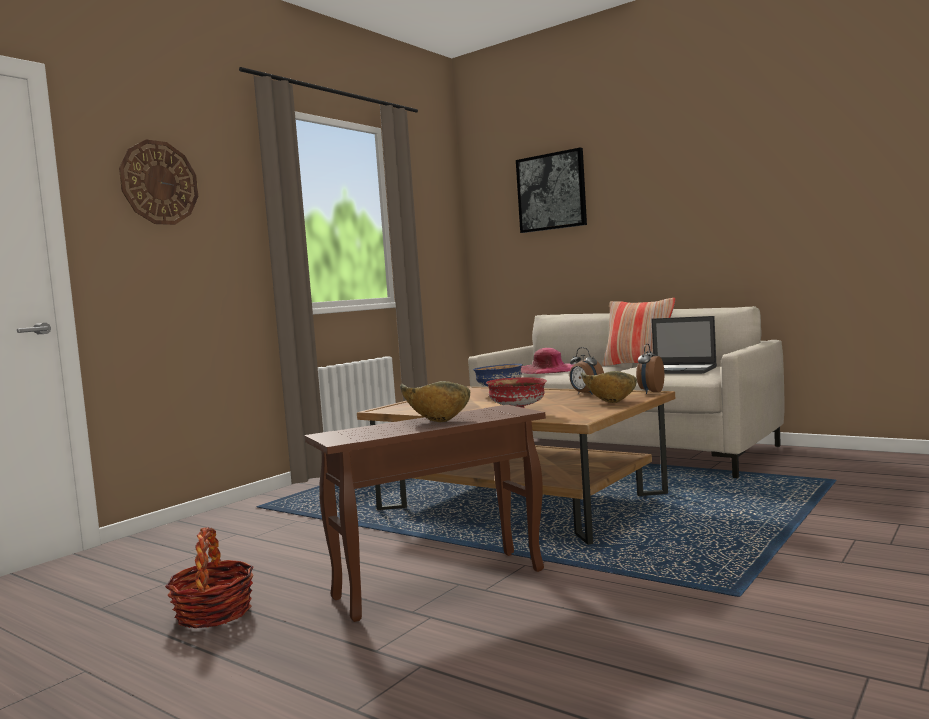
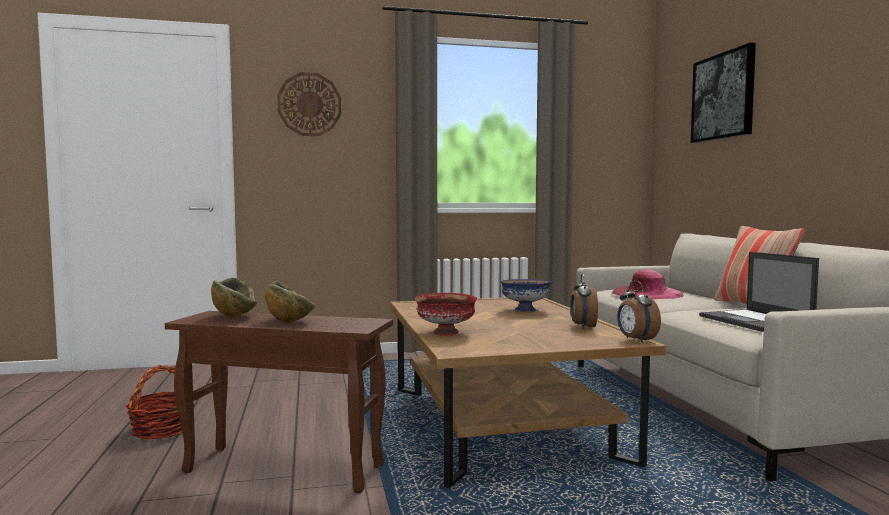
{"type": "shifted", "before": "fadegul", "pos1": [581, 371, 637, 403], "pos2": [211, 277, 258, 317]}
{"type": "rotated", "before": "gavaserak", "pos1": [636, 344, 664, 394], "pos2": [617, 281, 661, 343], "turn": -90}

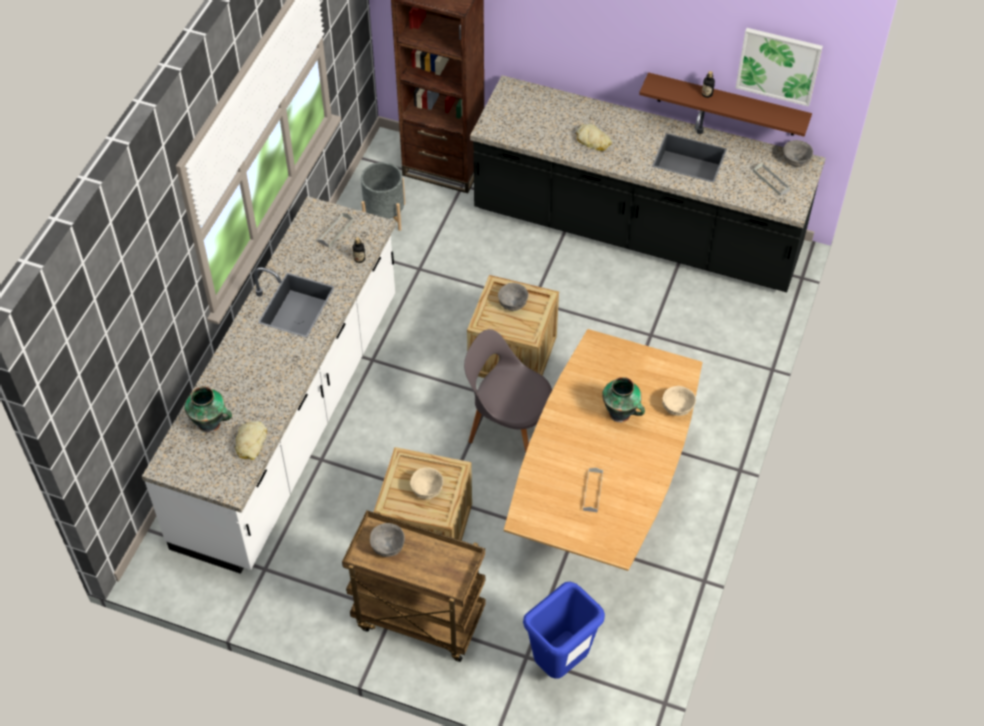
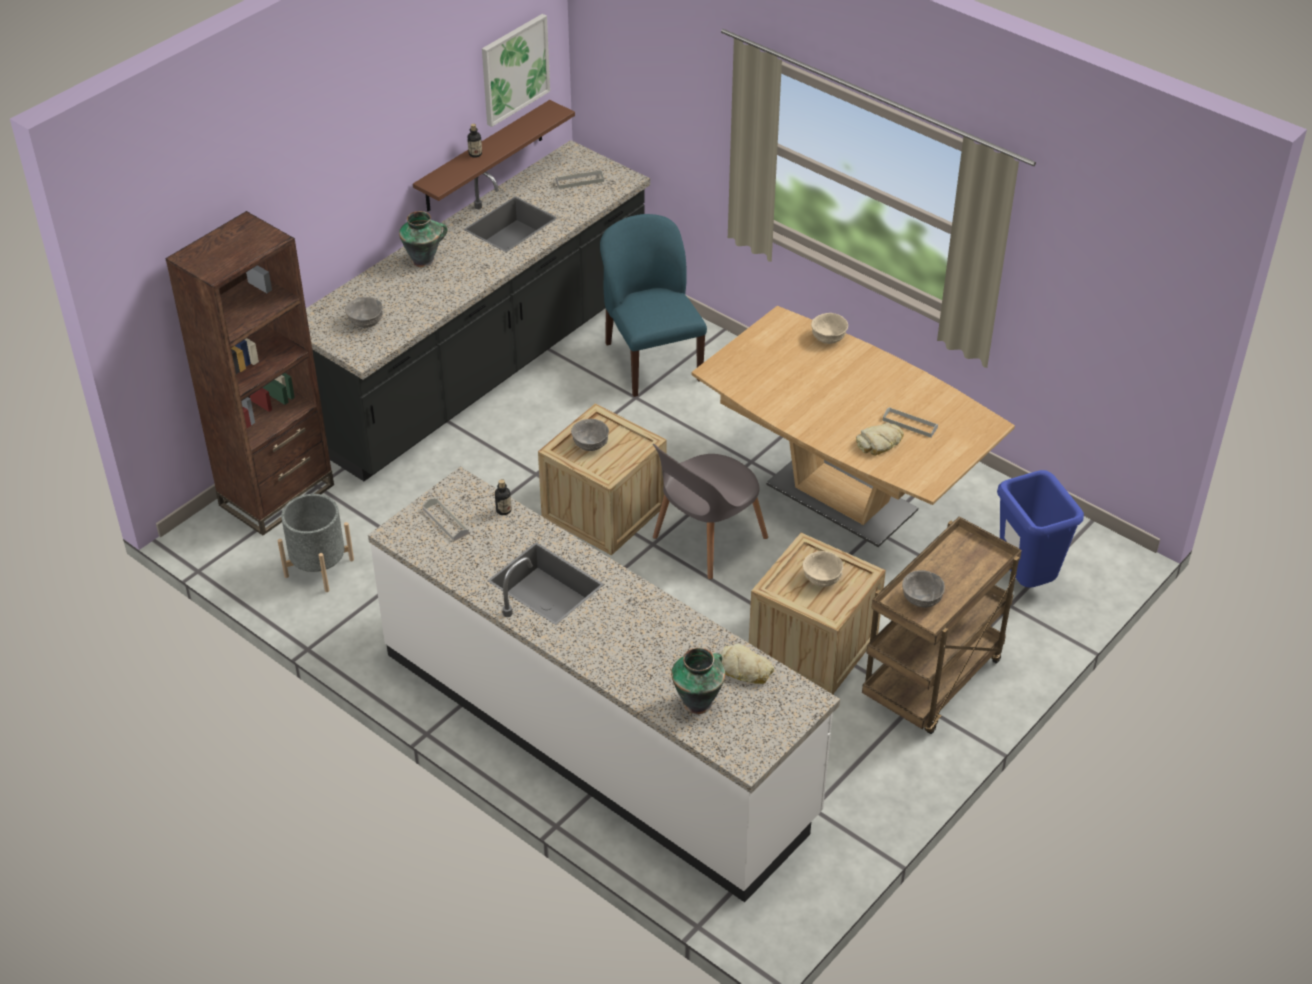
{"type": "new", "after": "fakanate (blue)", "pos2": [600, 214, 707, 397]}
{"type": "shifted", "before": "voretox", "pos1": [576, 123, 612, 151], "pos2": [856, 423, 904, 455]}
{"type": "shifted", "before": "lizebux", "pos1": [602, 377, 645, 423], "pos2": [399, 211, 447, 268]}
{"type": "shifted", "before": "fadegul (grey)", "pos1": [783, 140, 813, 167], "pos2": [345, 297, 383, 328]}

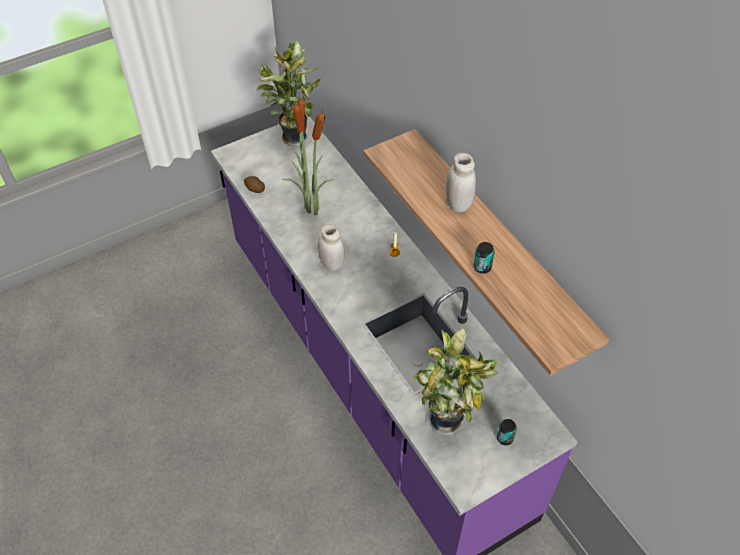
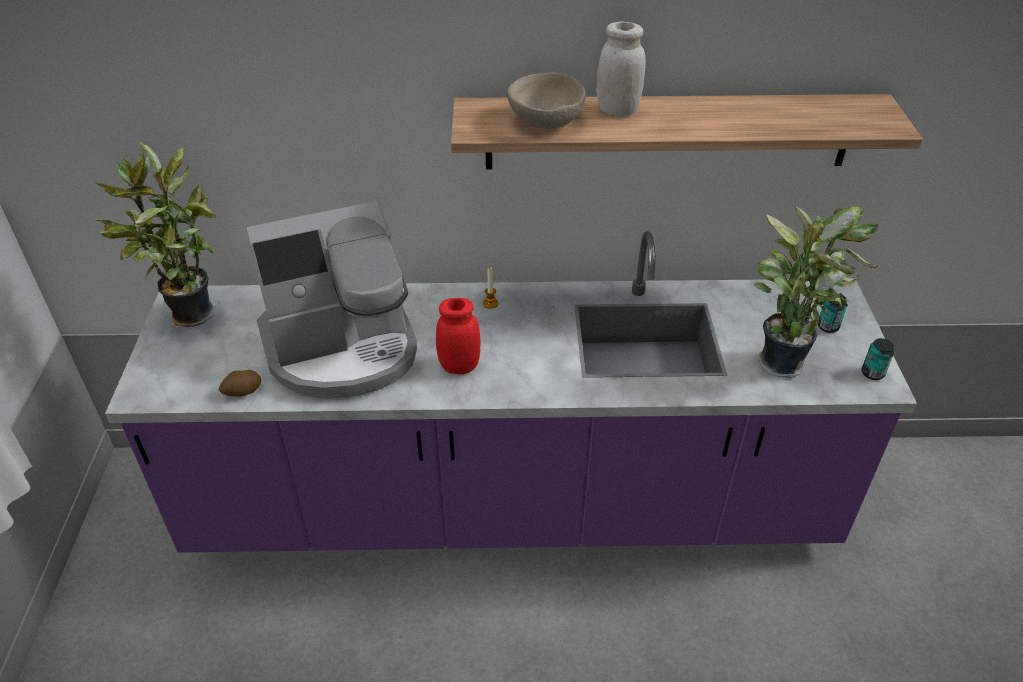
{"type": "new", "after": "fadegul (beige)", "pos2": [507, 73, 586, 129]}
{"type": "shifted", "before": "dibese", "pos1": [473, 242, 495, 274], "pos2": [862, 338, 894, 380]}
{"type": "swapped", "before": "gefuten", "after": "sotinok", "pos1": [282, 91, 334, 215], "pos2": [247, 201, 417, 399]}
{"type": "repainted", "before": "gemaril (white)", "after": "gemaril (red)", "pos1": [318, 224, 345, 271], "pos2": [436, 298, 480, 374]}

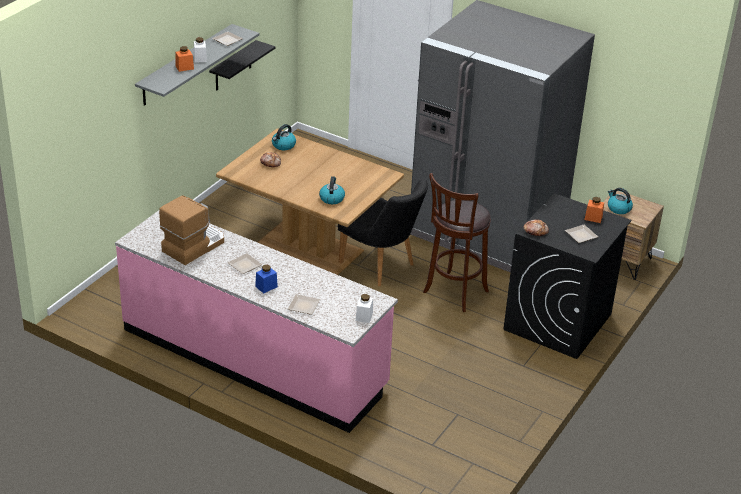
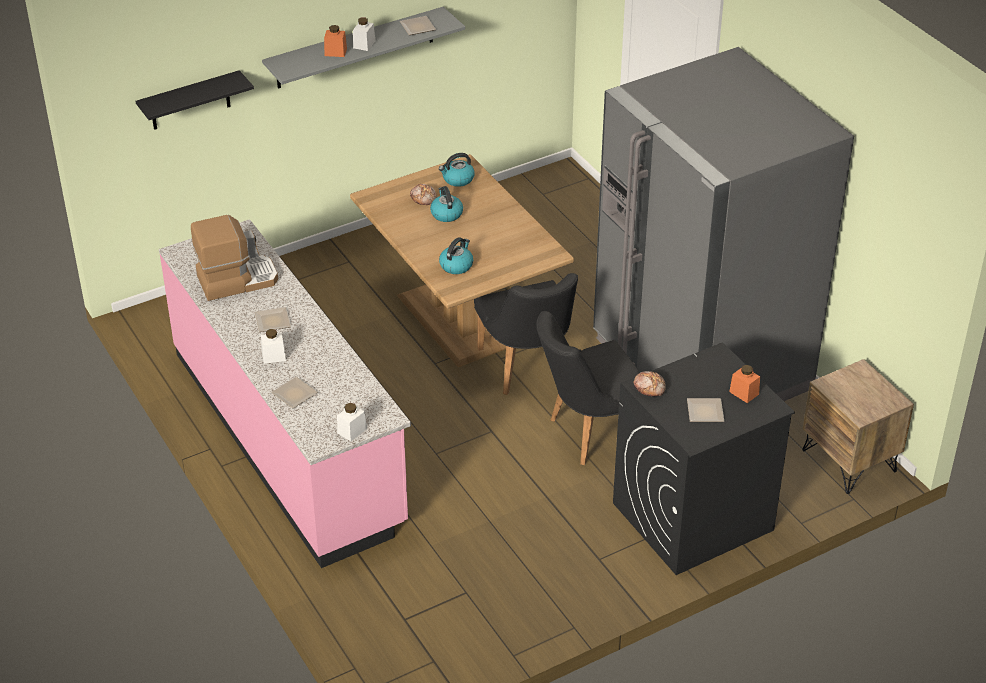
{"type": "shifted", "before": "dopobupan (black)", "pos1": [209, 40, 275, 91], "pos2": [135, 70, 254, 130]}
{"type": "shifted", "before": "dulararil", "pos1": [608, 188, 633, 214], "pos2": [430, 186, 463, 222]}
{"type": "swapped", "before": "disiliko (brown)", "after": "fakanate (black)", "pos1": [423, 173, 491, 312], "pos2": [537, 311, 640, 465]}
{"type": "repainted", "before": "gemaril (blue)", "after": "gemaril (white)", "pos1": [255, 265, 278, 294], "pos2": [261, 329, 286, 364]}

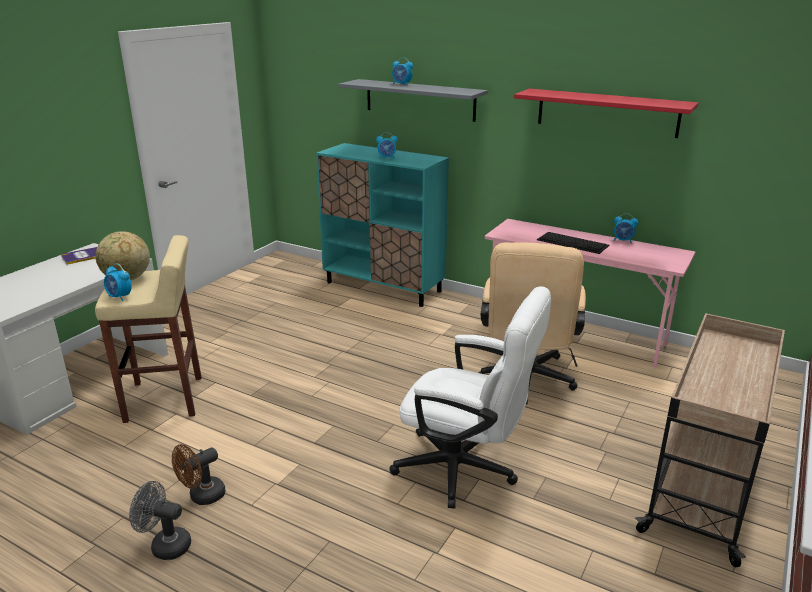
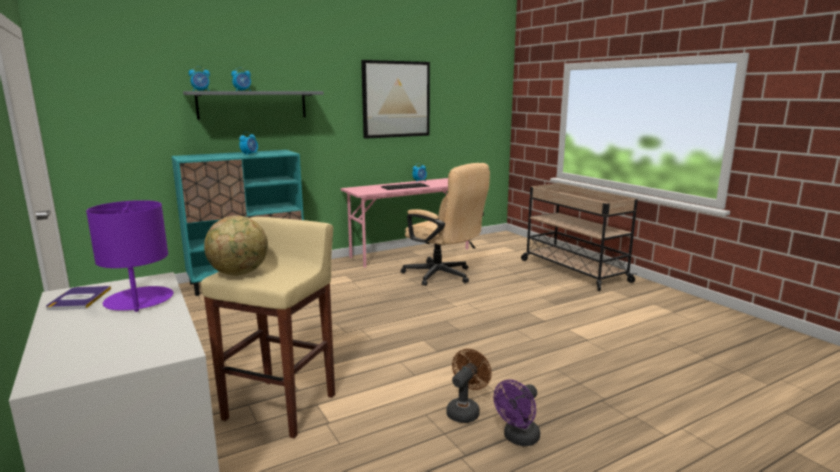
{"type": "gone", "before": "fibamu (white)", "pos1": [389, 286, 551, 509]}
{"type": "new", "after": "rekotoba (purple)", "pos2": [86, 200, 173, 312]}
{"type": "shifted", "before": "gavaserak", "pos1": [104, 264, 132, 301], "pos2": [189, 66, 210, 91]}
{"type": "swapped", "before": "dopobupan (red)", "after": "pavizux", "pos1": [514, 89, 699, 138], "pos2": [361, 60, 430, 139]}
{"type": "repainted", "before": "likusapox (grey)", "after": "likusapox (purple)", "pos1": [129, 481, 191, 560], "pos2": [493, 380, 540, 446]}
{"type": "rotated", "before": "likusapox (brown)", "pos1": [172, 444, 226, 505], "pos2": [446, 349, 492, 423], "turn": -135}

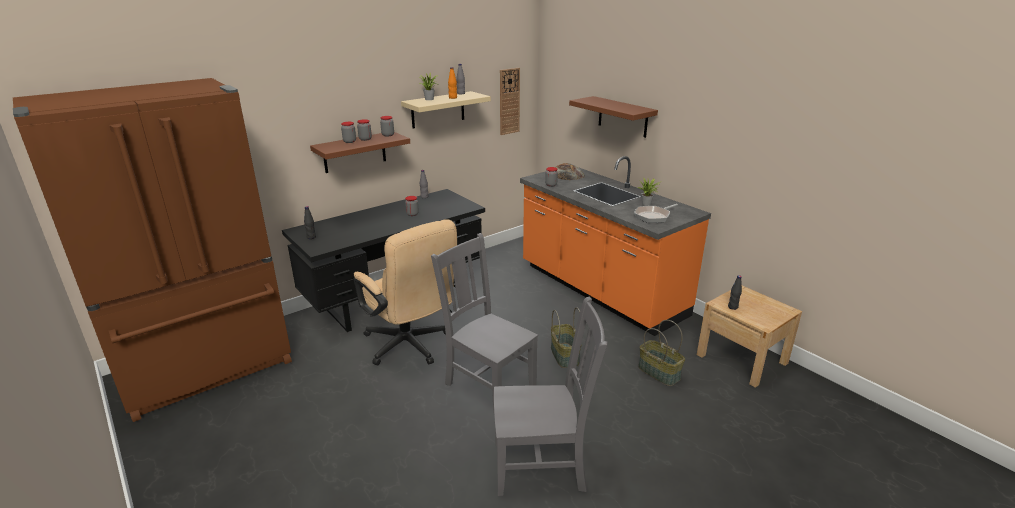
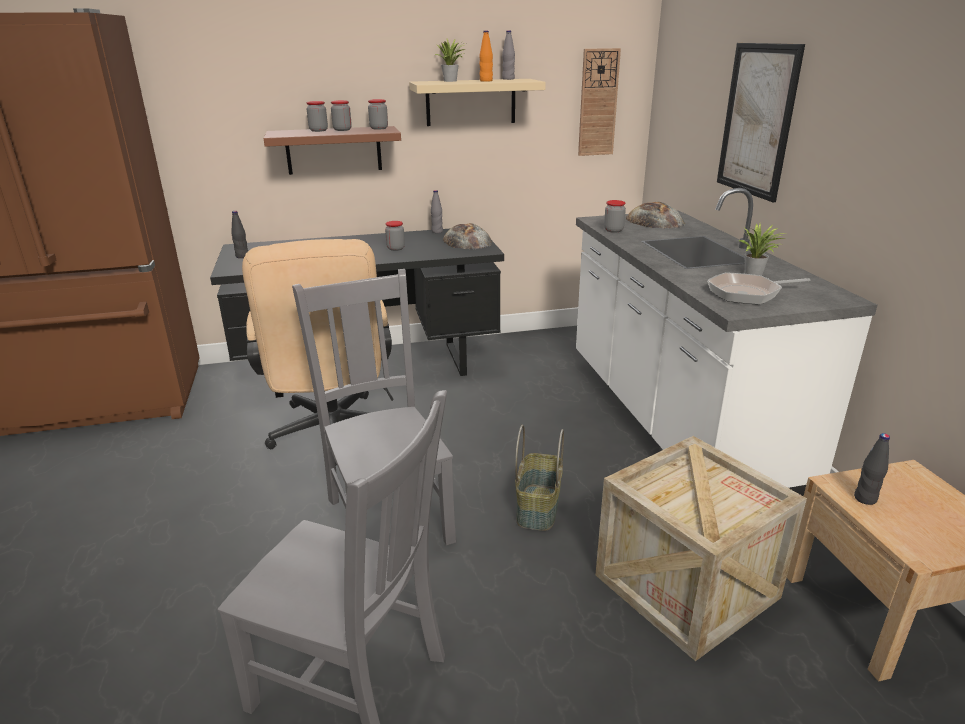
{"type": "new", "after": "voretox", "pos2": [443, 223, 492, 249]}
{"type": "swapped", "before": "dopobupan (brown)", "after": "pavizux", "pos1": [569, 96, 658, 138], "pos2": [717, 43, 805, 202]}
{"type": "swapped", "before": "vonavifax", "after": "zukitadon", "pos1": [638, 320, 685, 386], "pos2": [595, 436, 807, 661]}
{"type": "repainted", "before": "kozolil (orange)", "after": "kozolil (white)", "pos1": [520, 156, 711, 336], "pos2": [576, 188, 877, 496]}

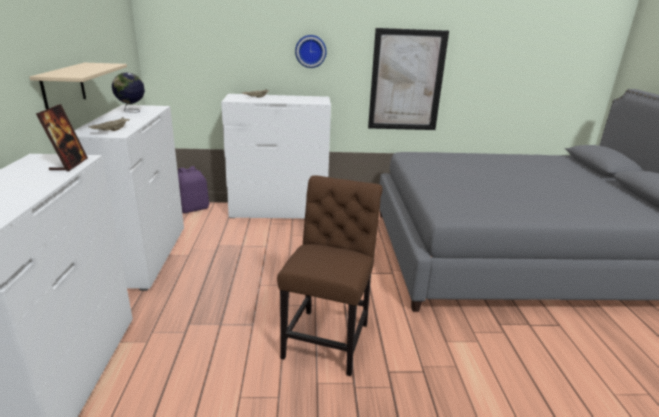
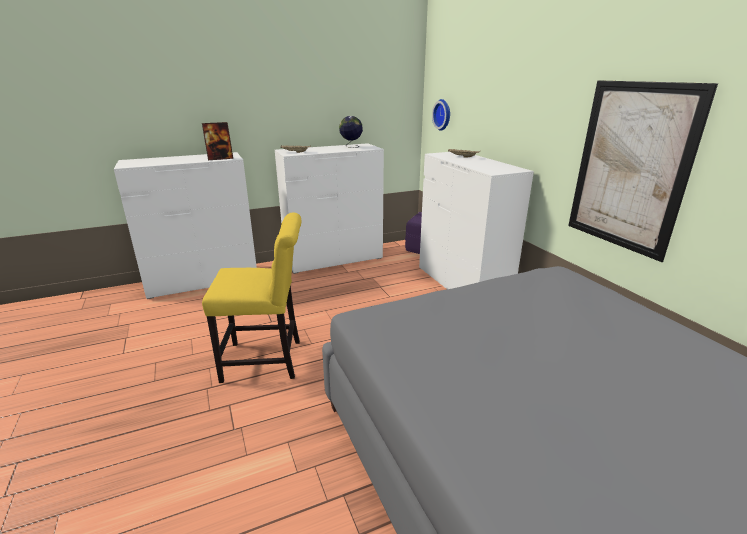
{"type": "gone", "before": "dopobupan (beige)", "pos1": [29, 63, 127, 109]}
{"type": "shifted", "before": "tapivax", "pos1": [295, 35, 327, 68], "pos2": [432, 99, 450, 131]}
{"type": "repainted", "before": "fakanate (brown)", "after": "fakanate (yellow)", "pos1": [277, 175, 383, 376], "pos2": [202, 212, 302, 383]}

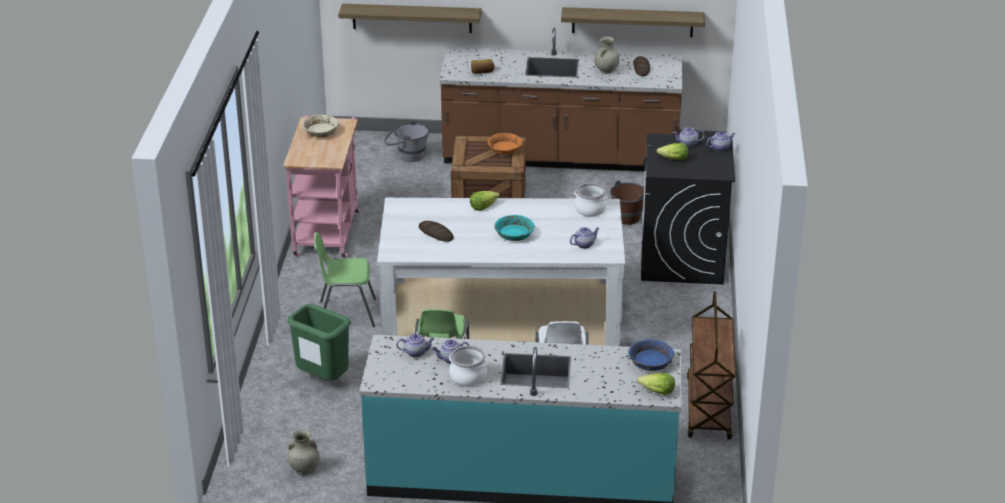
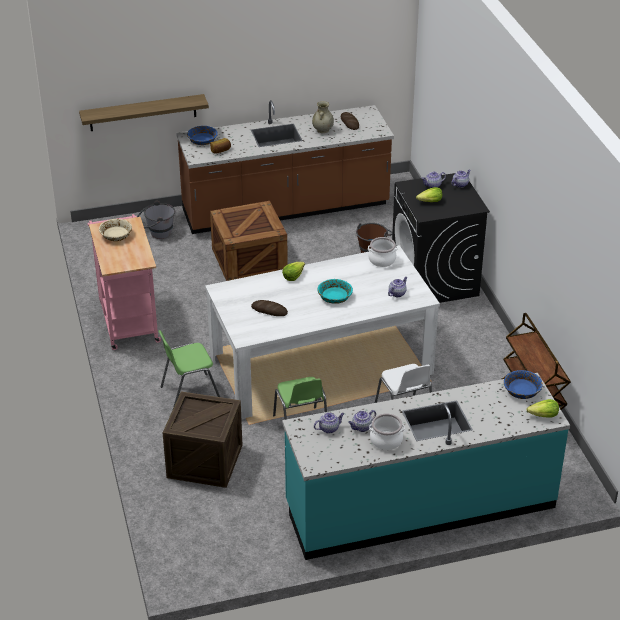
{"type": "gone", "before": "lizebux (beige)", "pos1": [288, 429, 320, 474]}
{"type": "gone", "before": "fadegul (orange)", "pos1": [488, 133, 523, 155]}
{"type": "gone", "before": "dopobupan", "pos1": [561, 7, 705, 37]}
{"type": "new", "after": "fadegul (blue)", "pos2": [187, 126, 218, 145]}
{"type": "swapped", "before": "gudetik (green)", "after": "zukitadon", "pos1": [287, 304, 351, 380], "pos2": [163, 391, 243, 488]}

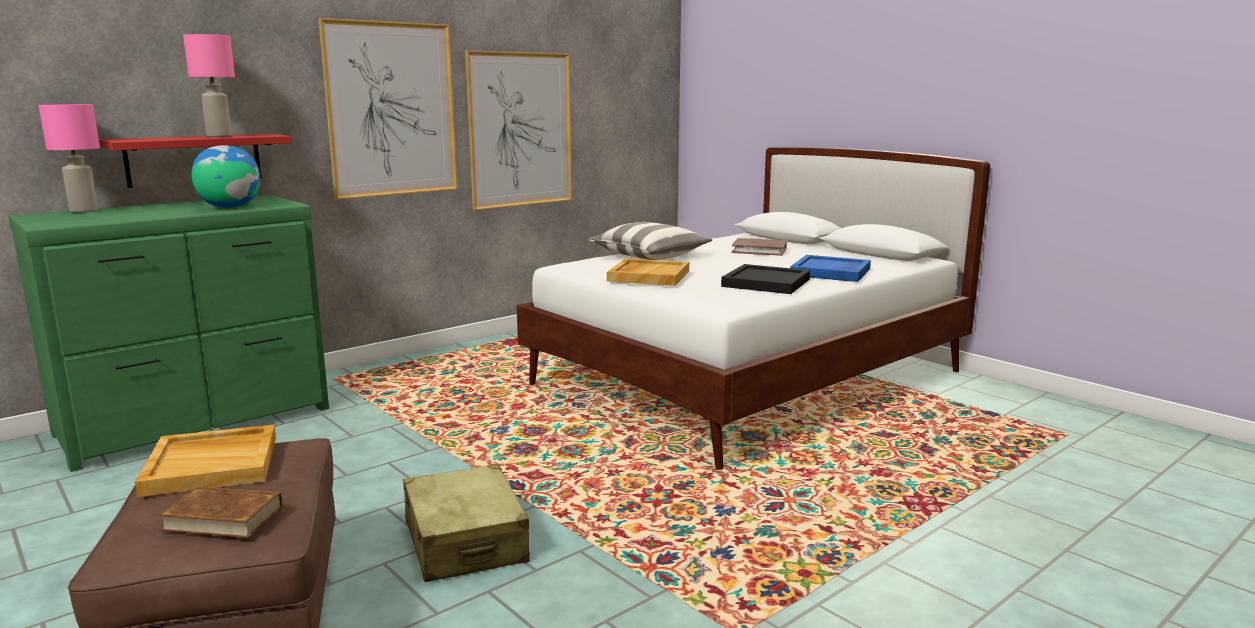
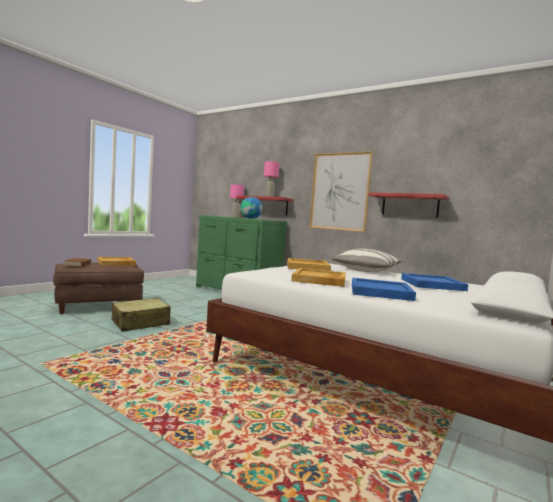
{"type": "swapped", "before": "pavizux", "after": "dopobupan (red)", "pos1": [465, 50, 572, 211], "pos2": [368, 192, 449, 218]}
{"type": "swapped", "before": "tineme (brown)", "after": "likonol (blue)", "pos1": [732, 238, 787, 256], "pos2": [401, 273, 468, 291]}
{"type": "repainted", "before": "likonol (black)", "after": "likonol (beige)", "pos1": [721, 264, 810, 294], "pos2": [291, 268, 346, 287]}

